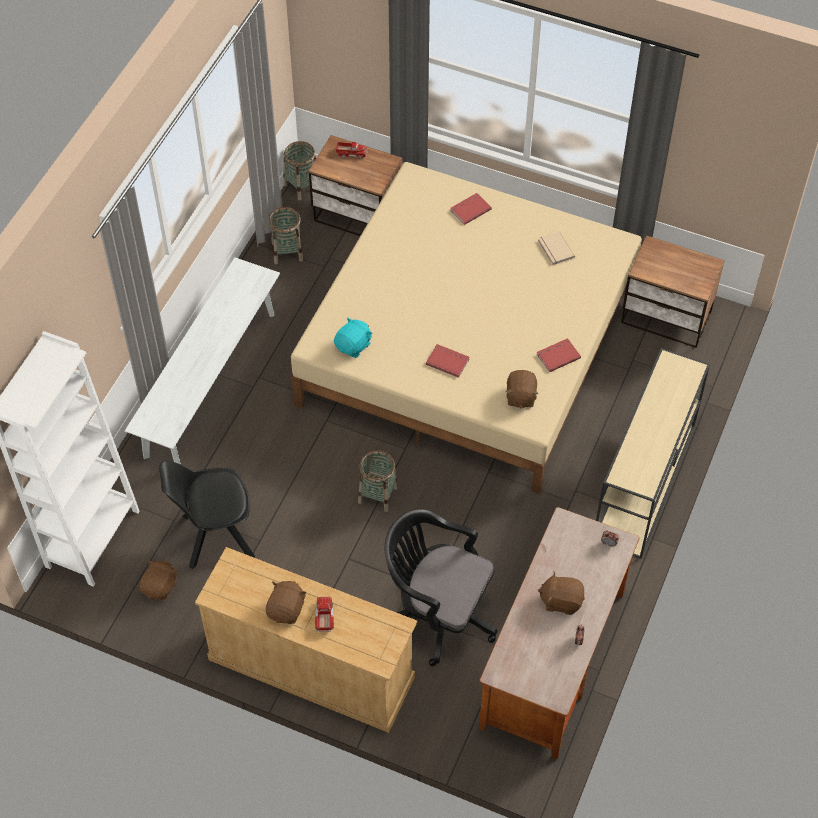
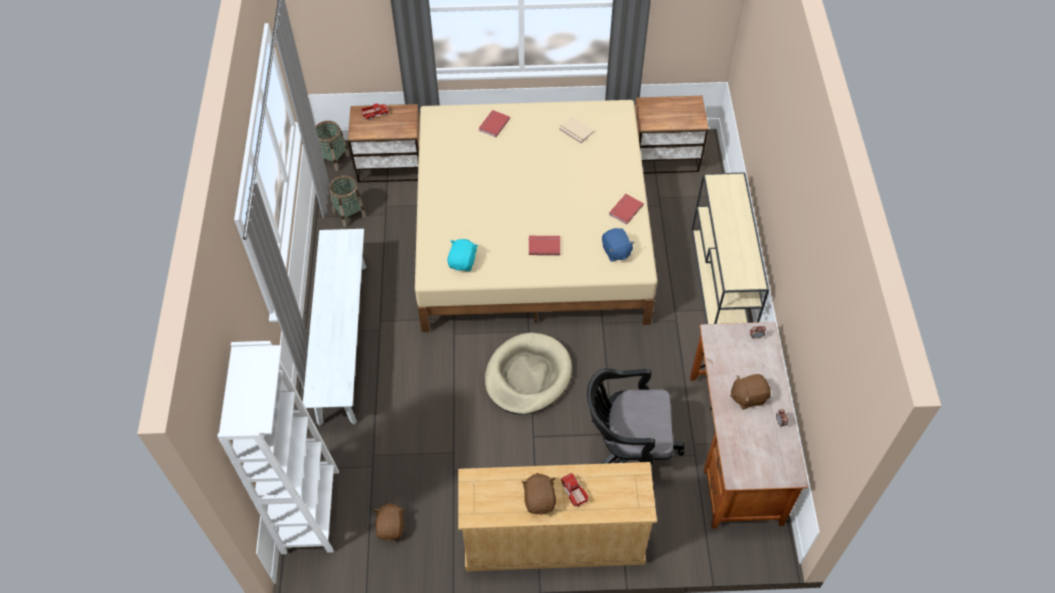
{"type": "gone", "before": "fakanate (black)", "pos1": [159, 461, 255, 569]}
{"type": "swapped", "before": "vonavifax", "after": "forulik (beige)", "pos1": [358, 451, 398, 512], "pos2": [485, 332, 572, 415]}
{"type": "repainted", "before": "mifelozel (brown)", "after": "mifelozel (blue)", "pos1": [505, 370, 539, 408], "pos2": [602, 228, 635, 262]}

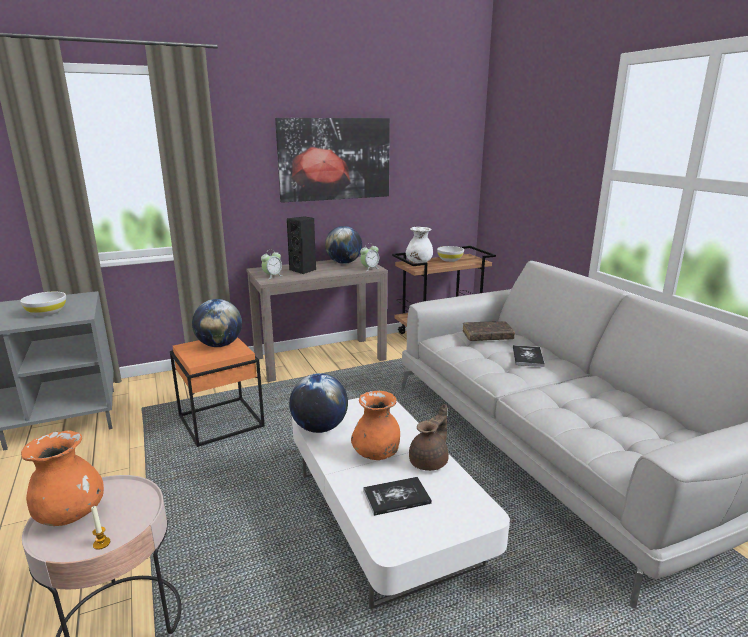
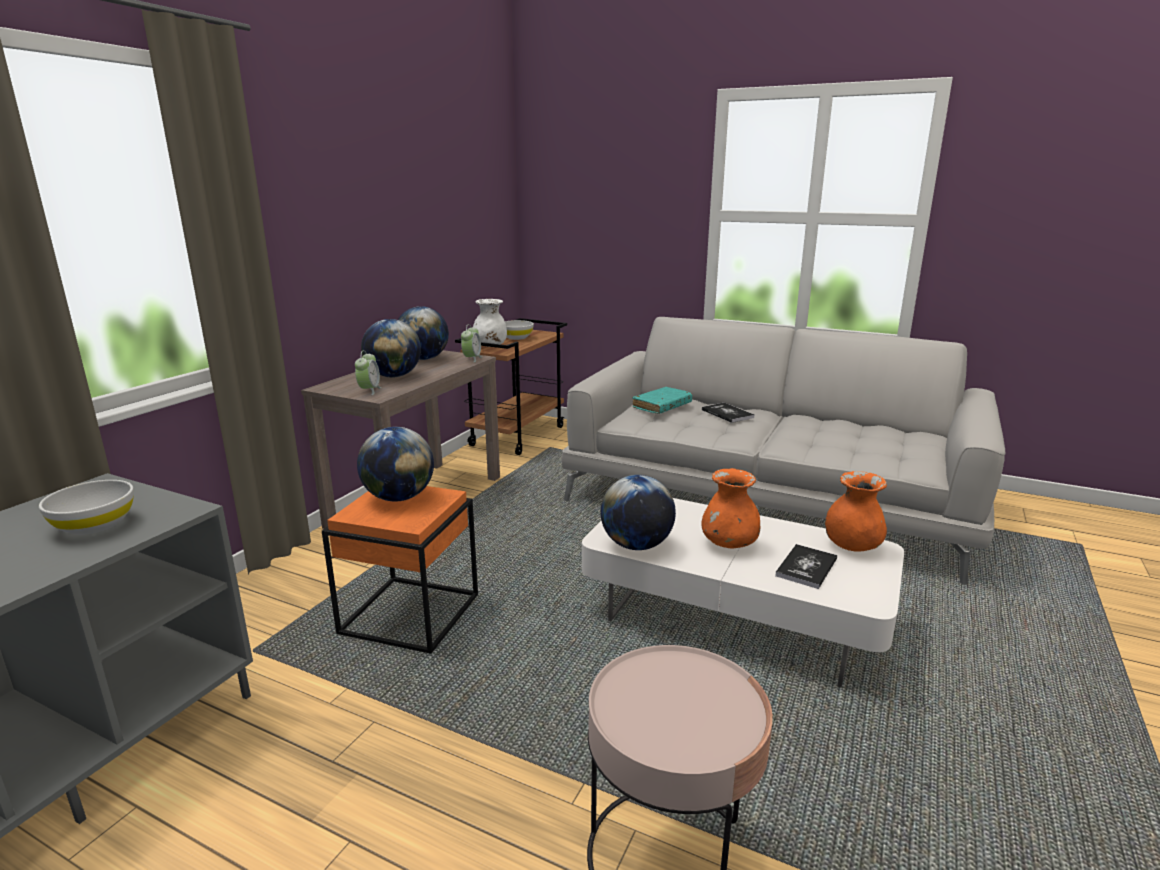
{"type": "gone", "before": "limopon", "pos1": [91, 506, 110, 550]}
{"type": "gone", "before": "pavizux", "pos1": [275, 118, 390, 203]}
{"type": "gone", "before": "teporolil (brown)", "pos1": [409, 404, 449, 471]}
{"type": "shifted", "before": "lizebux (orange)", "pos1": [21, 430, 104, 526], "pos2": [825, 471, 887, 552]}
{"type": "swapped", "before": "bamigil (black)", "after": "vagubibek", "pos1": [287, 216, 316, 274], "pos2": [361, 319, 421, 377]}
{"type": "repainted", "before": "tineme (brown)", "after": "tineme (turquoise)", "pos1": [462, 321, 515, 341], "pos2": [633, 387, 693, 414]}

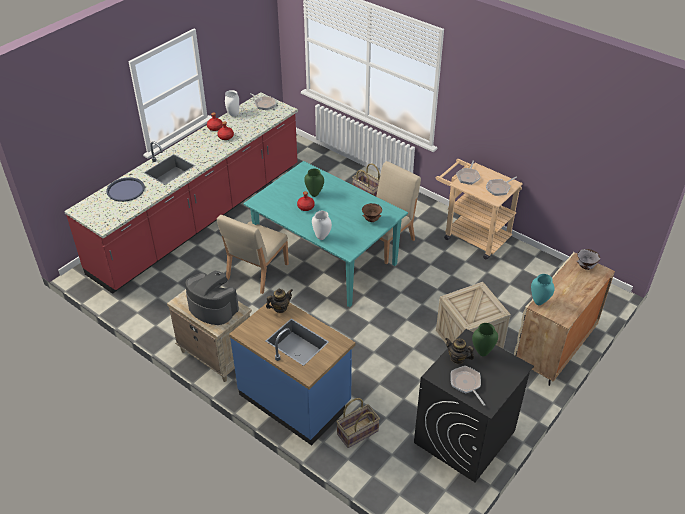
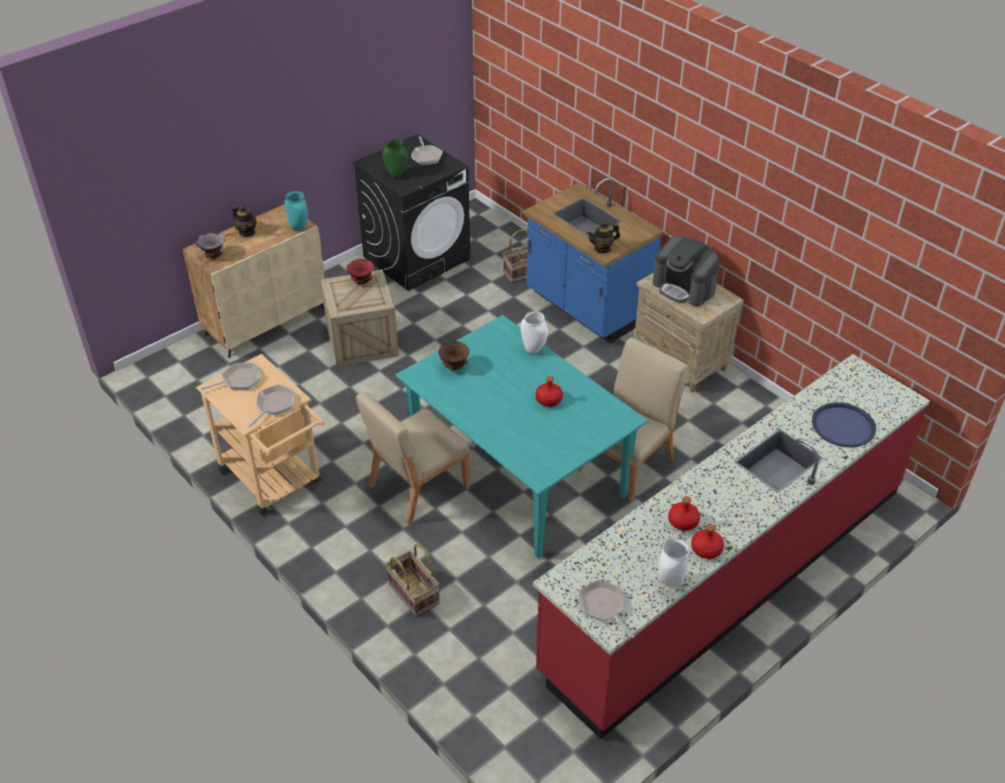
{"type": "gone", "before": "lizebux (green)", "pos1": [304, 168, 324, 197]}
{"type": "new", "after": "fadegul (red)", "pos2": [347, 259, 374, 284]}
{"type": "shifted", "before": "teporolil", "pos1": [445, 338, 474, 364], "pos2": [232, 206, 257, 236]}

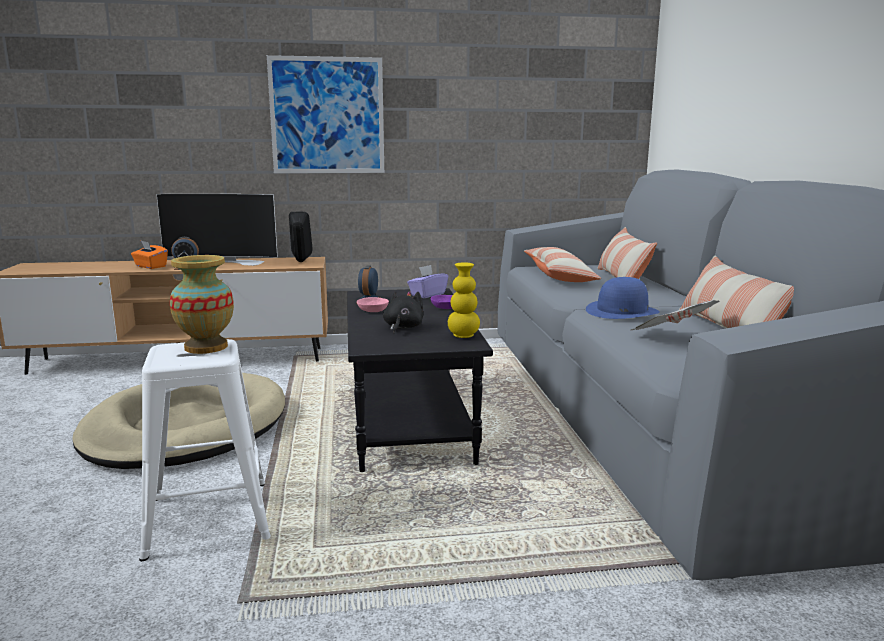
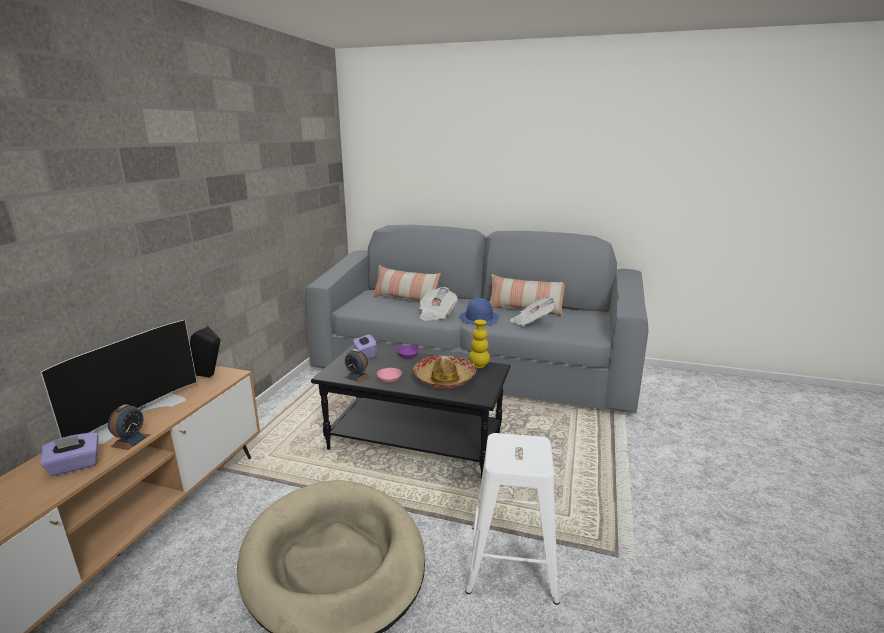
{"type": "gone", "before": "lizebux", "pos1": [170, 255, 234, 354]}
{"type": "gone", "before": "pavizux", "pos1": [267, 55, 384, 173]}
{"type": "gone", "before": "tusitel", "pos1": [524, 247, 601, 282]}
{"type": "new", "after": "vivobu", "pos2": [419, 287, 458, 321]}
{"type": "swapped", "before": "mifelozel (black)", "after": "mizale", "pos1": [383, 291, 424, 333], "pos2": [413, 355, 477, 388]}
{"type": "repainted", "before": "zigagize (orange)", "after": "zigagize (purple)", "pos1": [131, 241, 168, 269], "pos2": [40, 433, 99, 476]}

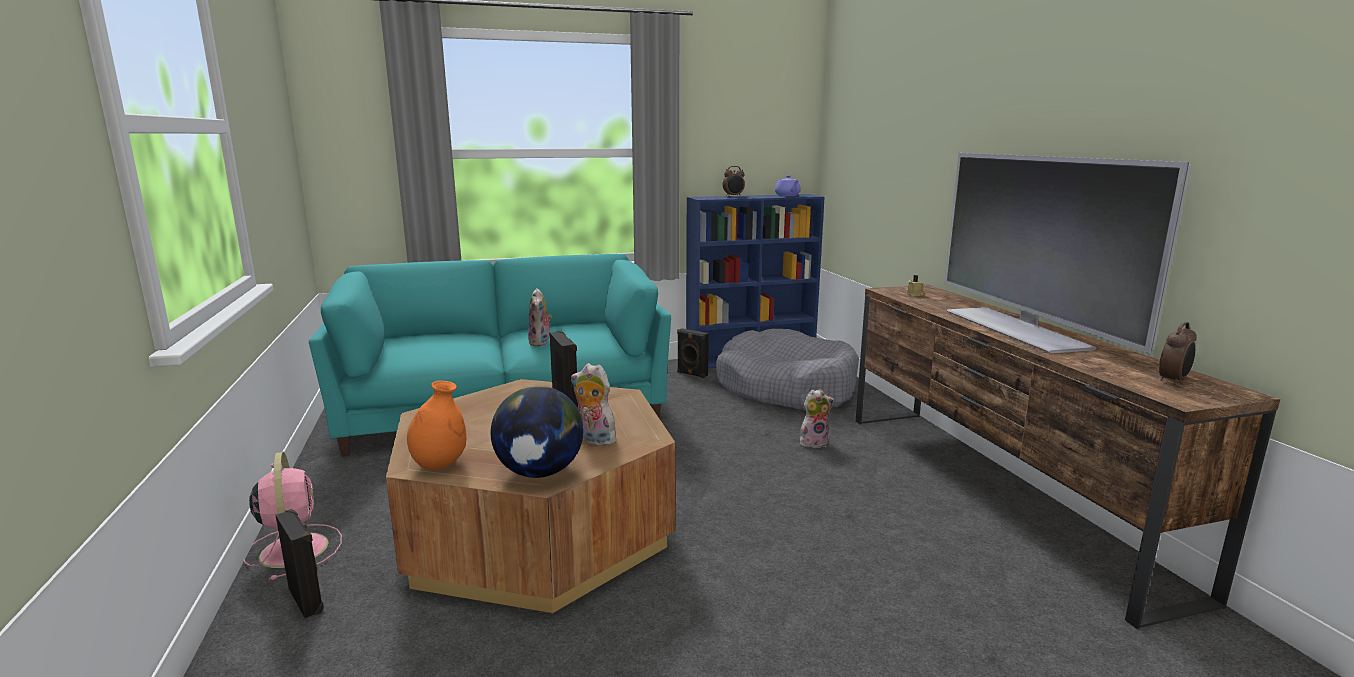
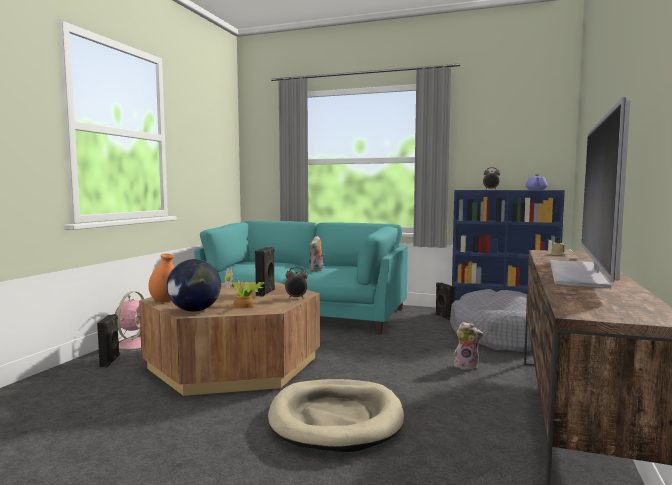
{"type": "new", "after": "forulik (beige)", "pos2": [268, 379, 404, 452]}
{"type": "shifted", "before": "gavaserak", "pos1": [1159, 322, 1196, 385], "pos2": [285, 267, 308, 299]}
{"type": "swapped", "before": "mifelozel", "after": "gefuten", "pos1": [571, 363, 618, 446], "pos2": [225, 267, 265, 308]}

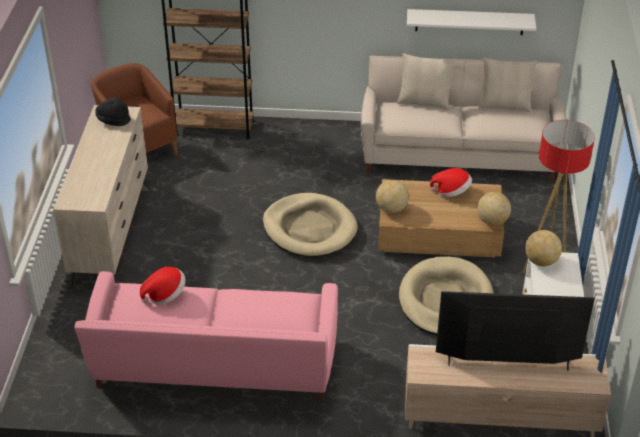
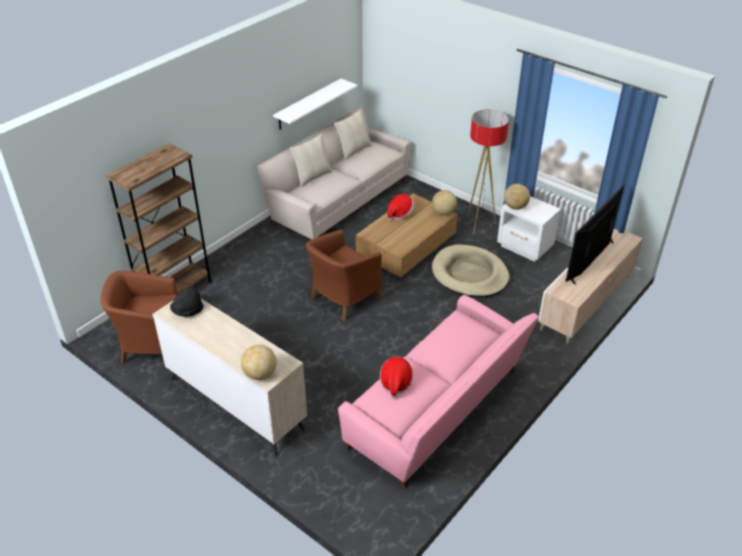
{"type": "shifted", "before": "vagubibek", "pos1": [376, 180, 409, 213], "pos2": [241, 345, 277, 380]}
{"type": "swapped", "before": "forulik (beige)", "after": "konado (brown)", "pos1": [263, 193, 358, 257], "pos2": [306, 230, 382, 321]}

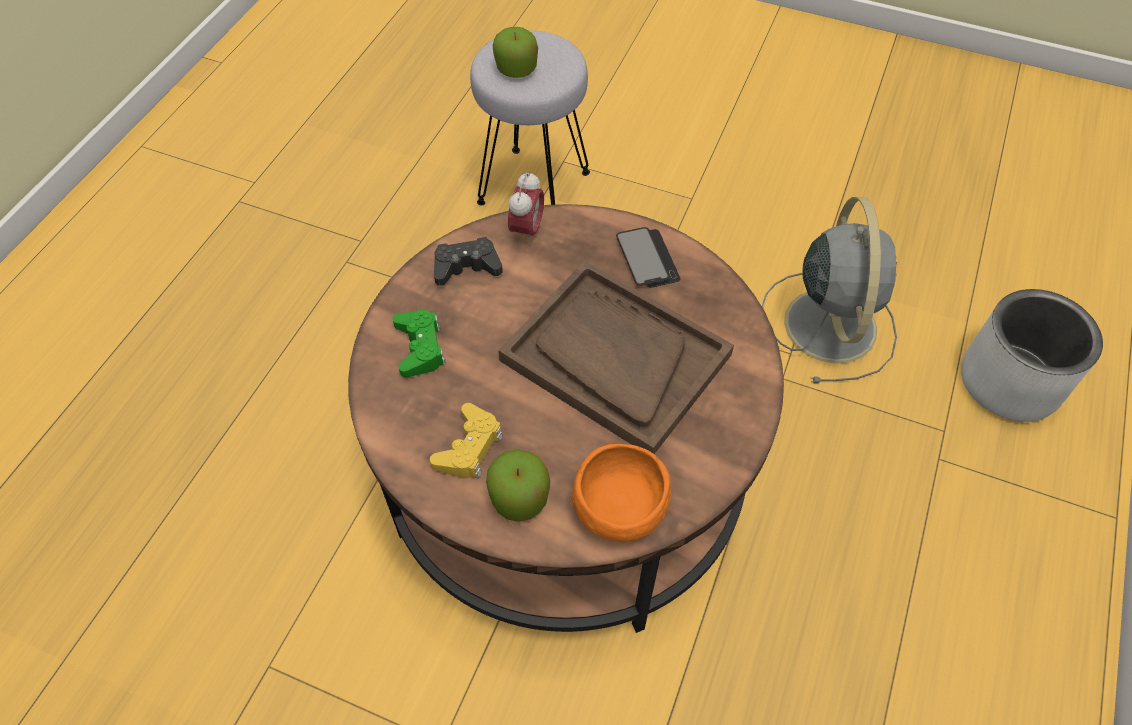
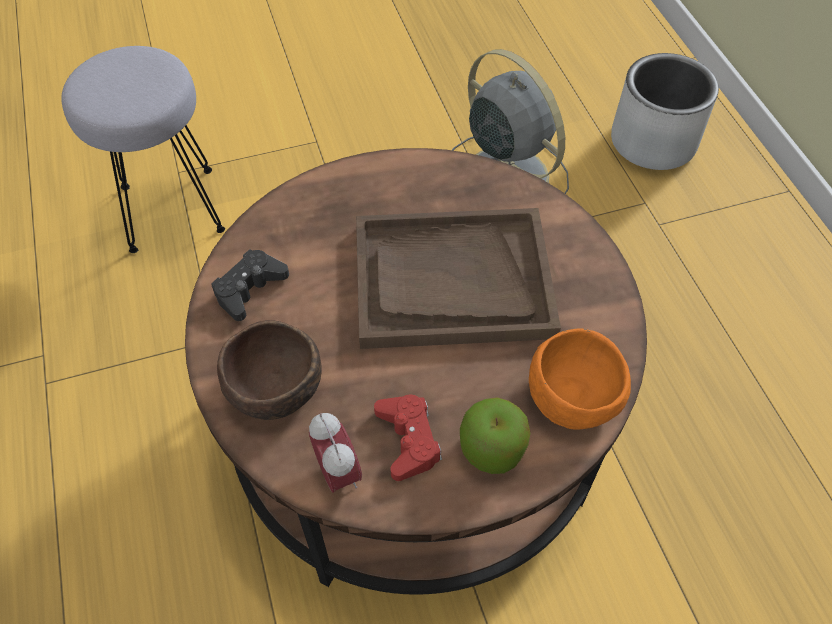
{"type": "gone", "before": "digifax", "pos1": [493, 27, 538, 78]}
{"type": "gone", "before": "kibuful", "pos1": [616, 227, 680, 287]}
{"type": "shifted", "before": "gavaserak", "pos1": [508, 171, 544, 245], "pos2": [309, 413, 362, 493]}
{"type": "swapped", "before": "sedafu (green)", "after": "fadegul (brown)", "pos1": [392, 310, 446, 377], "pos2": [217, 320, 321, 420]}
{"type": "repainted", "before": "sedafu (yellow)", "after": "sedafu (red)", "pos1": [430, 403, 503, 479], "pos2": [374, 395, 442, 481]}

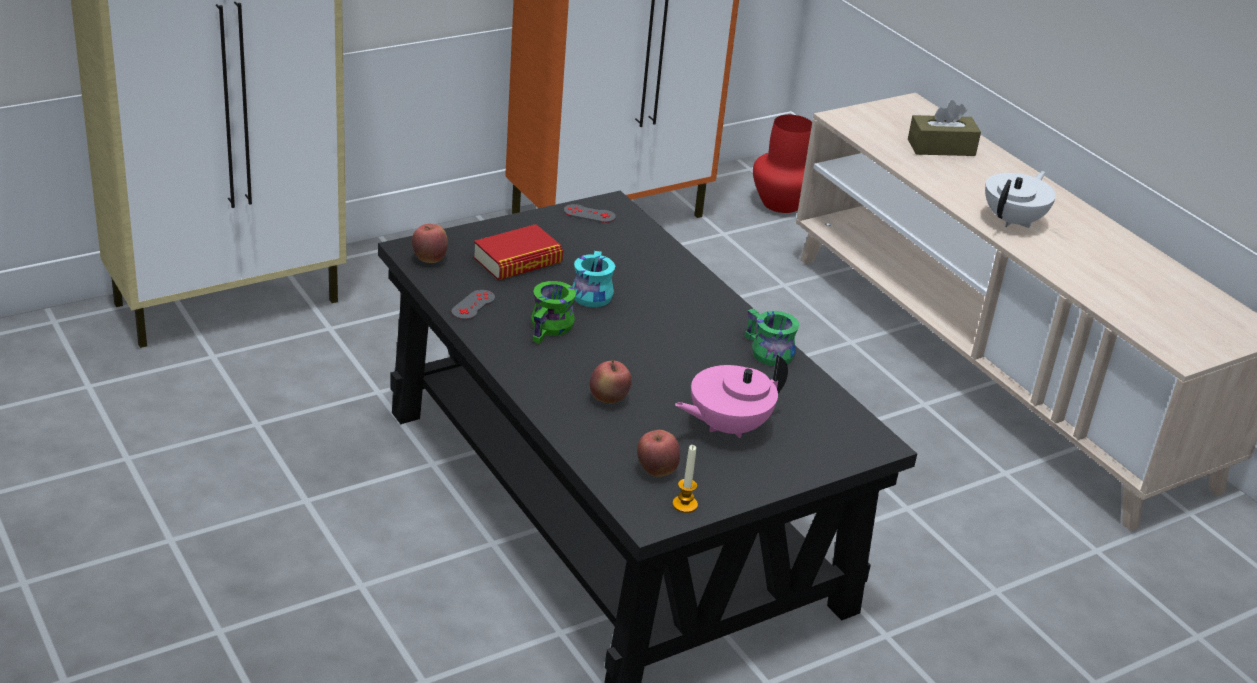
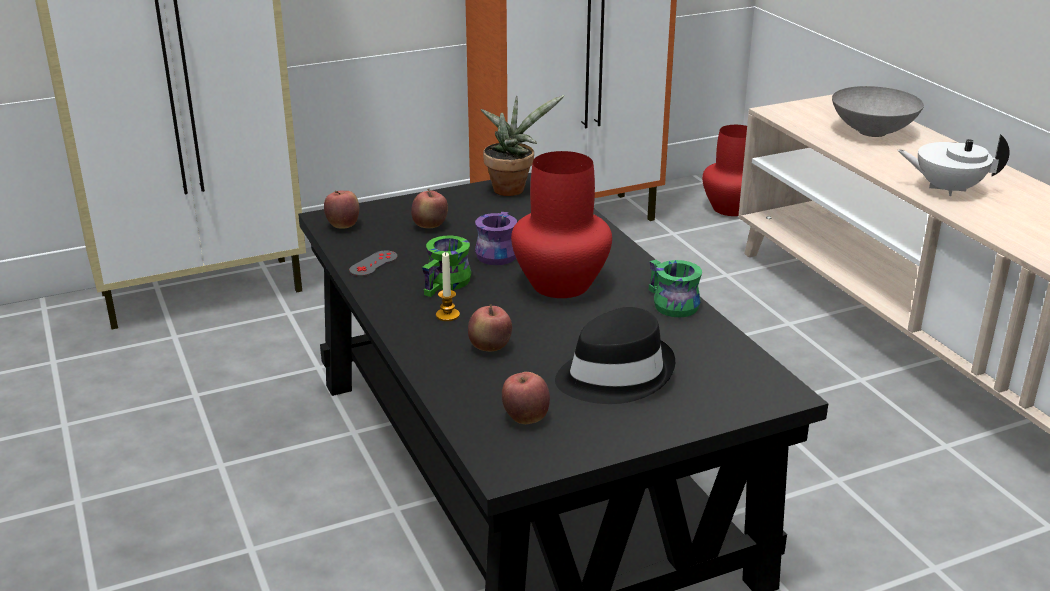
{"type": "new", "after": "lizebux (red)", "pos2": [511, 151, 612, 298]}
{"type": "shifted", "before": "limopon", "pos1": [672, 445, 698, 513], "pos2": [436, 252, 460, 321]}
{"type": "swapped", "before": "tineme", "after": "digifax", "pos1": [474, 224, 563, 280], "pos2": [411, 189, 448, 228]}
{"type": "swapped", "before": "sedafu (grey)", "after": "gefuten", "pos1": [564, 204, 616, 223], "pos2": [481, 95, 564, 196]}
{"type": "swapped", "before": "teporolil (pink)", "after": "mizale (black)", "pos1": [675, 354, 788, 438], "pos2": [555, 307, 675, 404]}
{"type": "swapped", "before": "zigagize (brown)", "after": "fadegul (grey)", "pos1": [908, 100, 981, 156], "pos2": [832, 86, 924, 137]}
{"type": "repainted", "before": "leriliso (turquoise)", "after": "leriliso (purple)", "pos1": [572, 251, 615, 307], "pos2": [475, 212, 517, 265]}
{"type": "rotated", "before": "teporolil (white)", "pos1": [985, 171, 1056, 228], "pos2": [897, 134, 1009, 196], "turn": -120}

